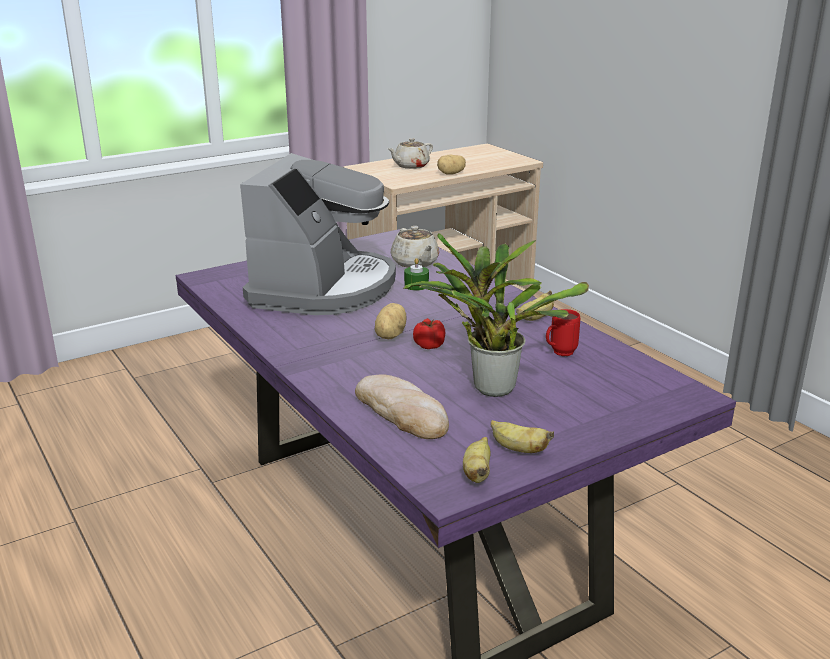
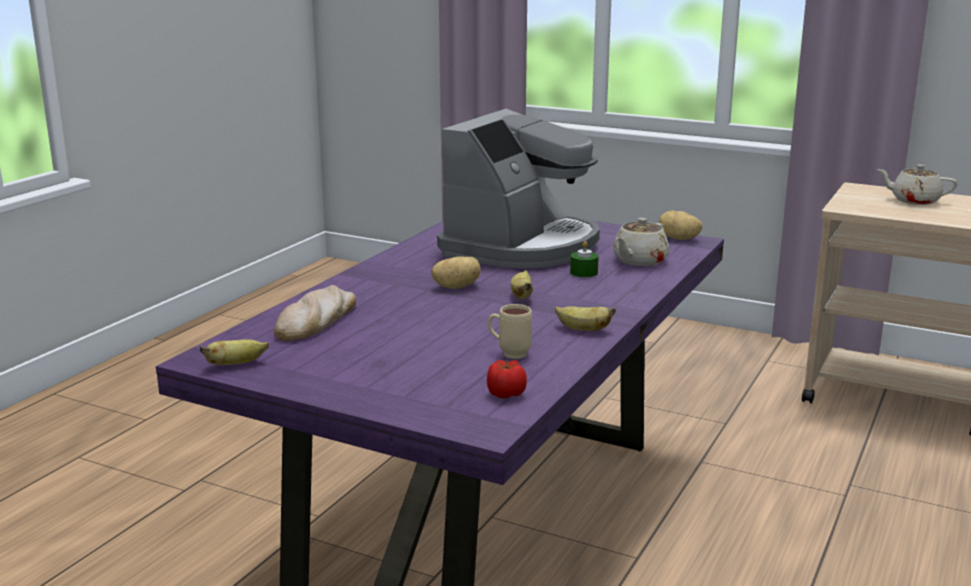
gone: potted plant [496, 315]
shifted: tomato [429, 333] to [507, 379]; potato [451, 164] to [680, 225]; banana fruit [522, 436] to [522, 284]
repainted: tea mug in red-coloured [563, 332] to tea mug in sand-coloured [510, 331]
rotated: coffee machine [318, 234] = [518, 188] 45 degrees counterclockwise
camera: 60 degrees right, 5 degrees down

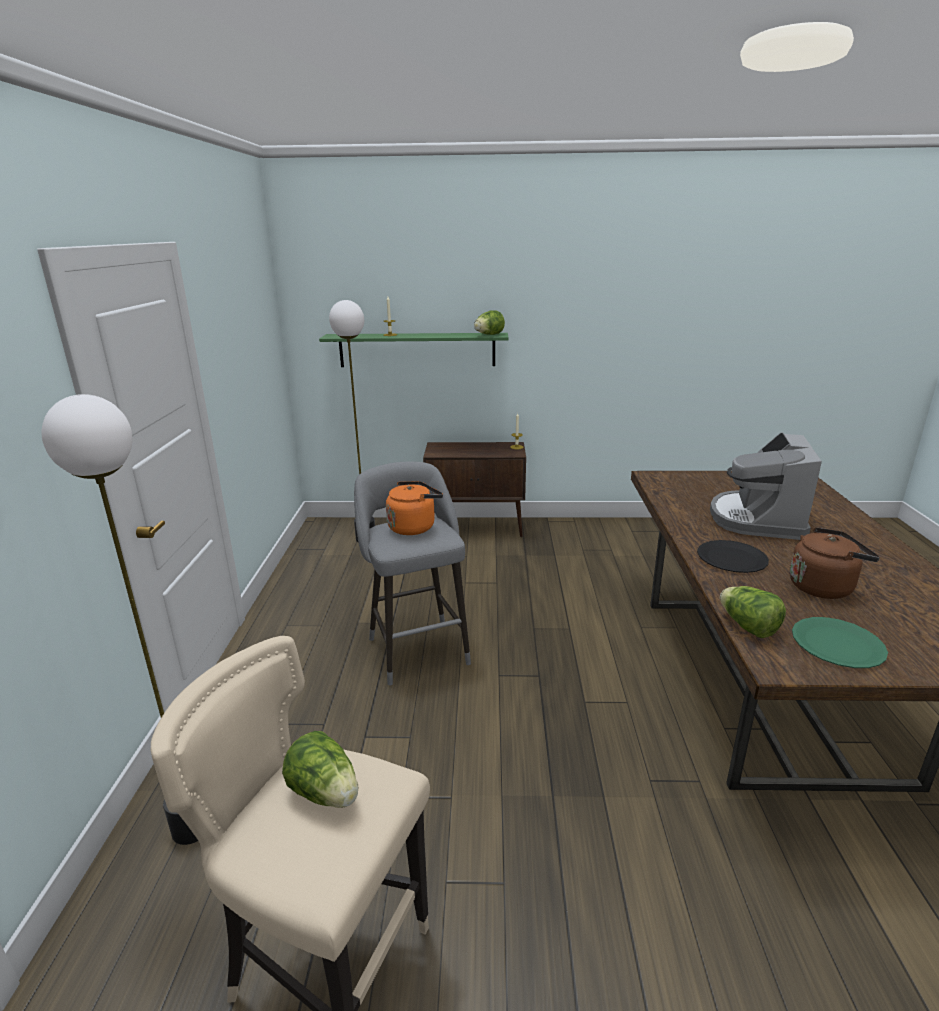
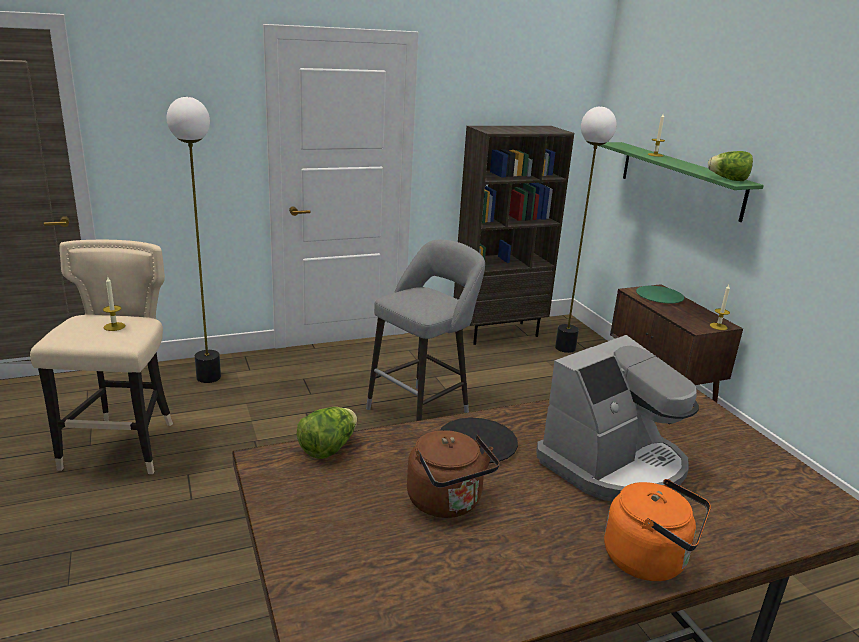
new: shelving unit in brownish [514, 235]
shifted: water kettle in orangey [414, 508] to [657, 530]; dinner plate in green [840, 642] to [660, 294]
swapped: lettuce head [320, 769] to wax light [114, 304]
rotated: coffee machine [766, 486] = [617, 418] 150 degrees clockwise
camera: 65 degrees right, 0 degrees up

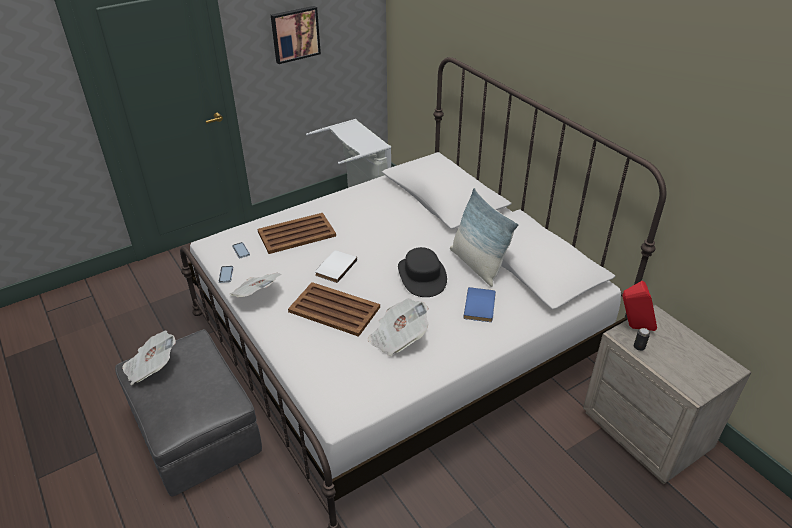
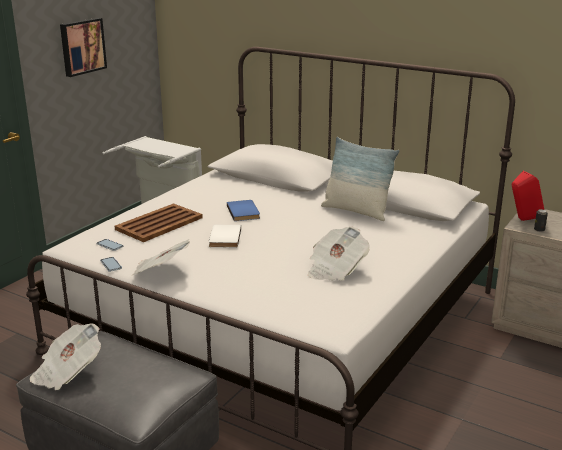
gone: carrying tray in brownish [334, 309]; clothing hat in black [422, 272]
shifted: bound book in blue-coloured [479, 304] to [243, 210]
camera: 25 degrees left, 15 degrees down

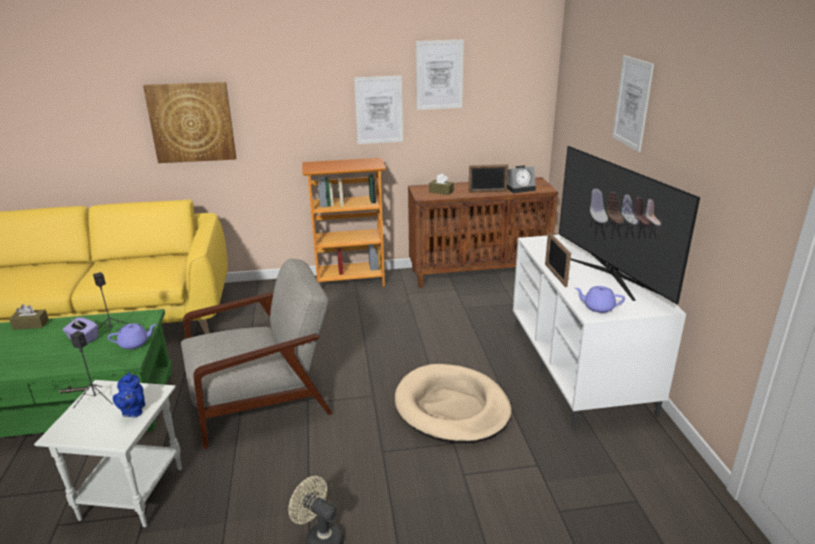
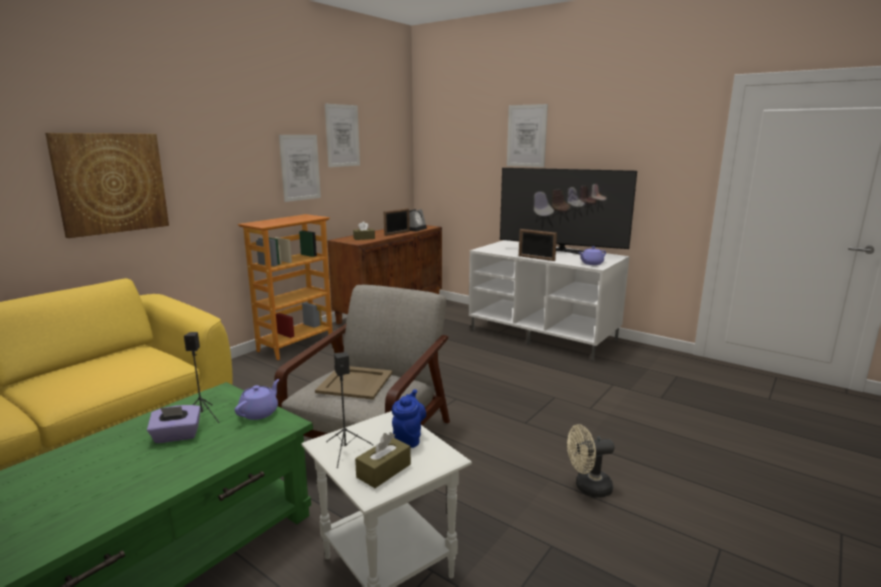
gone: pet bed in sand-coloured [453, 403]
new: carrying tray in sand-coloured [354, 383]
shifted: tissue box in brownish [29, 317] to [383, 460]
rotated: pot for tea in blue-coloured [129, 394] = [409, 418] 120 degrees counterclockwise
camera: 45 degrees left, 10 degrees down

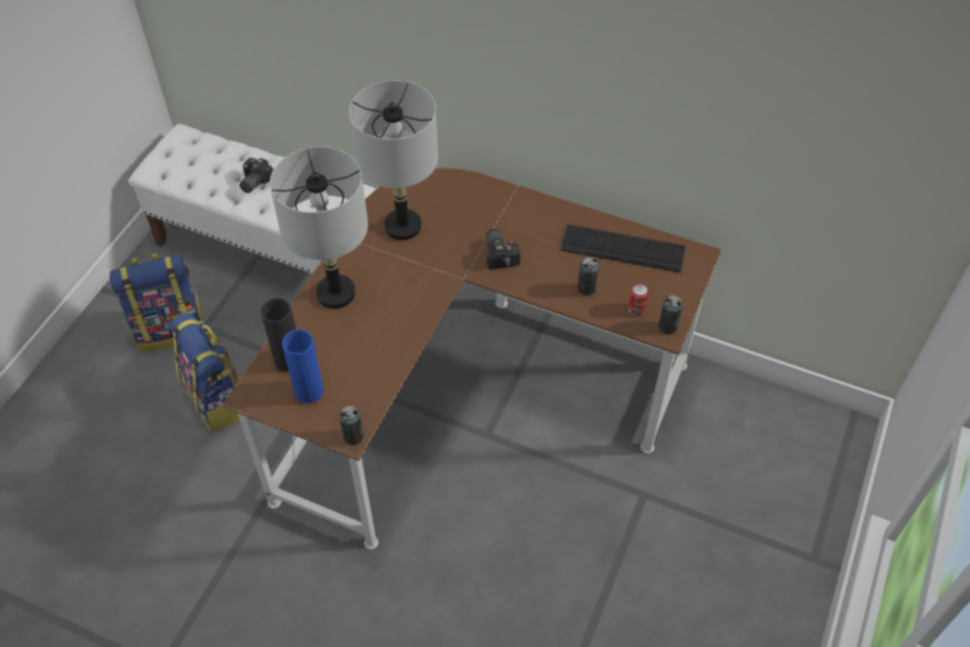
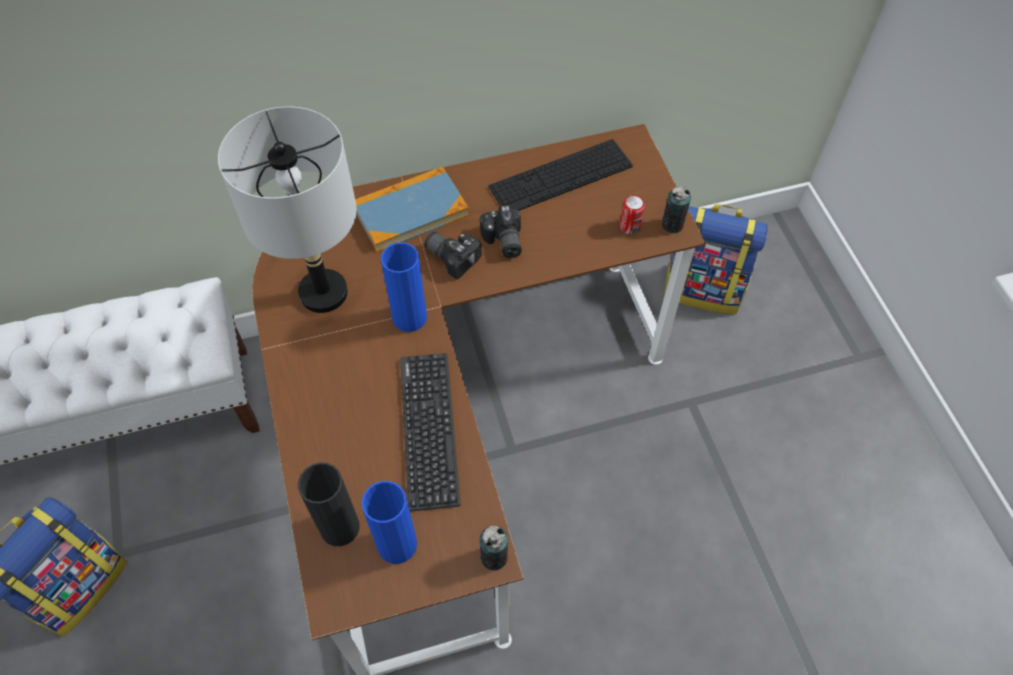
gone: lamp for a table in gray [319, 228]; sealed can [588, 276]
new: bound book [412, 209]; vase in blue-coloured [404, 287]; keyboard [430, 432]
shifted: rucksack [205, 373] to [716, 259]; photo camera [256, 175] to [501, 231]
camera: 40 degrees left, 5 degrees up

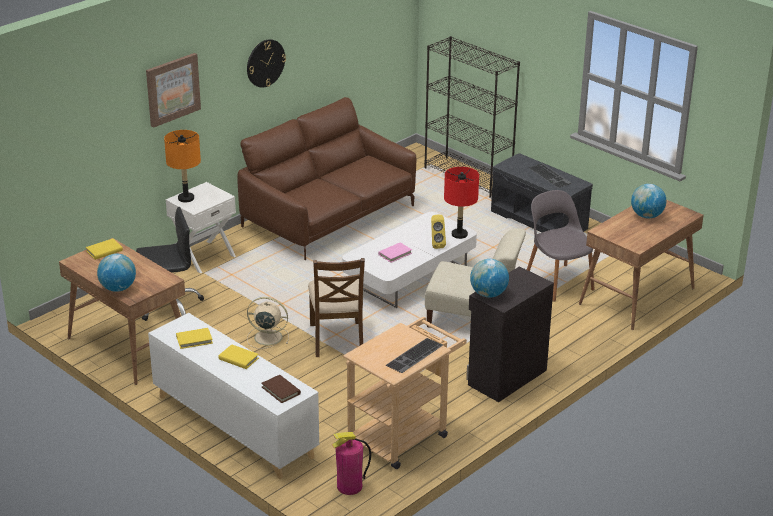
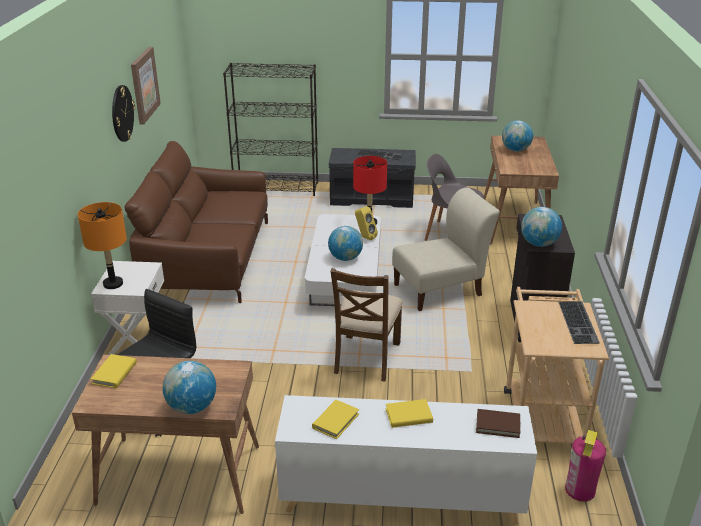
gone: cooling fan in sand-coloured [268, 323]
shifted: wall picture [173, 90] to [146, 86]
swapped: bound book in pink [395, 253] to desk globe [345, 243]
rotated: plain chair in brownish [336, 307] = [367, 325] 60 degrees clockwise
camera: 40 degrees left, 0 degrees up

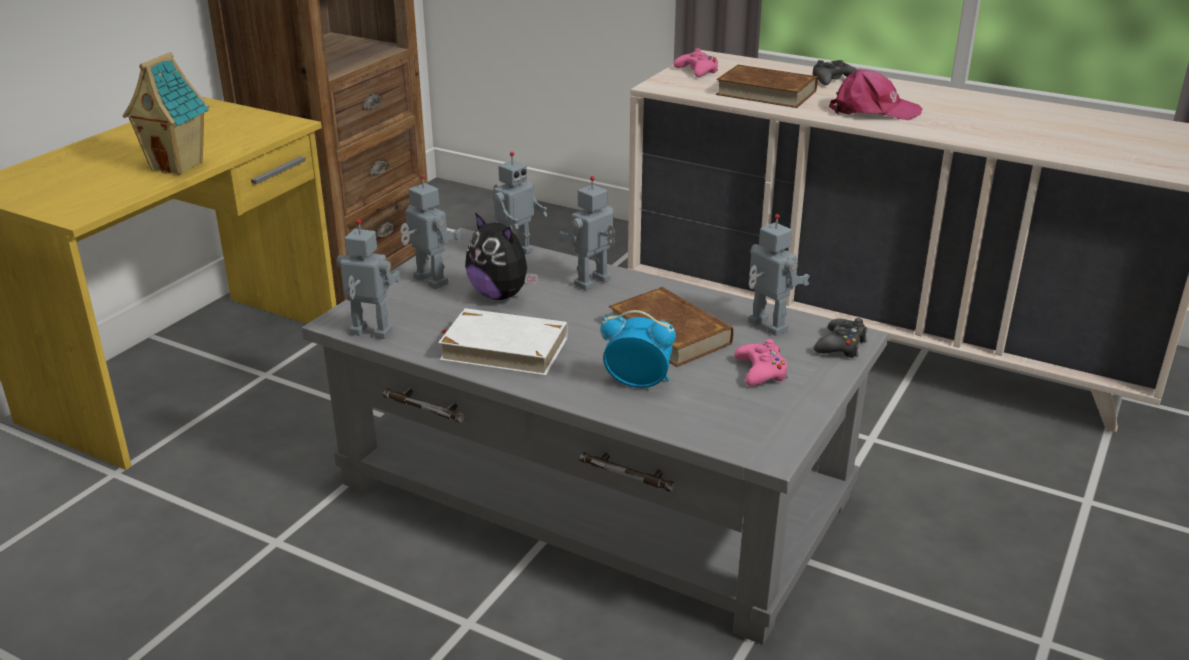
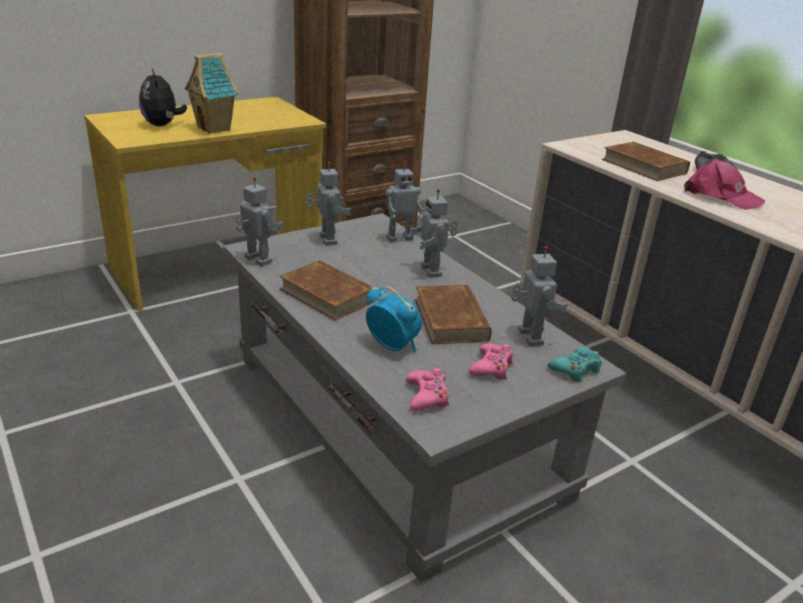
shifted: plush toy [502, 256] to [163, 96]; joypad in pink [695, 62] to [427, 389]
repainted: bound book in whitish [502, 342] to bound book in brownish [326, 290]; joypad in black [840, 338] to joypad in blue-green [575, 364]
rotated: model robot [586, 233] = [433, 233] 90 degrees counterclockwise
camera: 25 degrees right, 0 degrees up

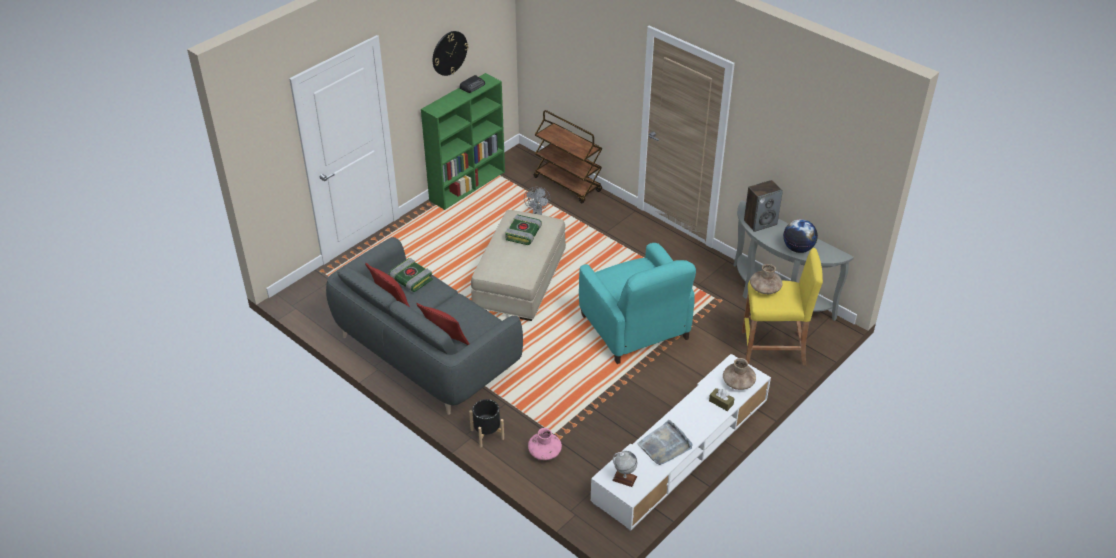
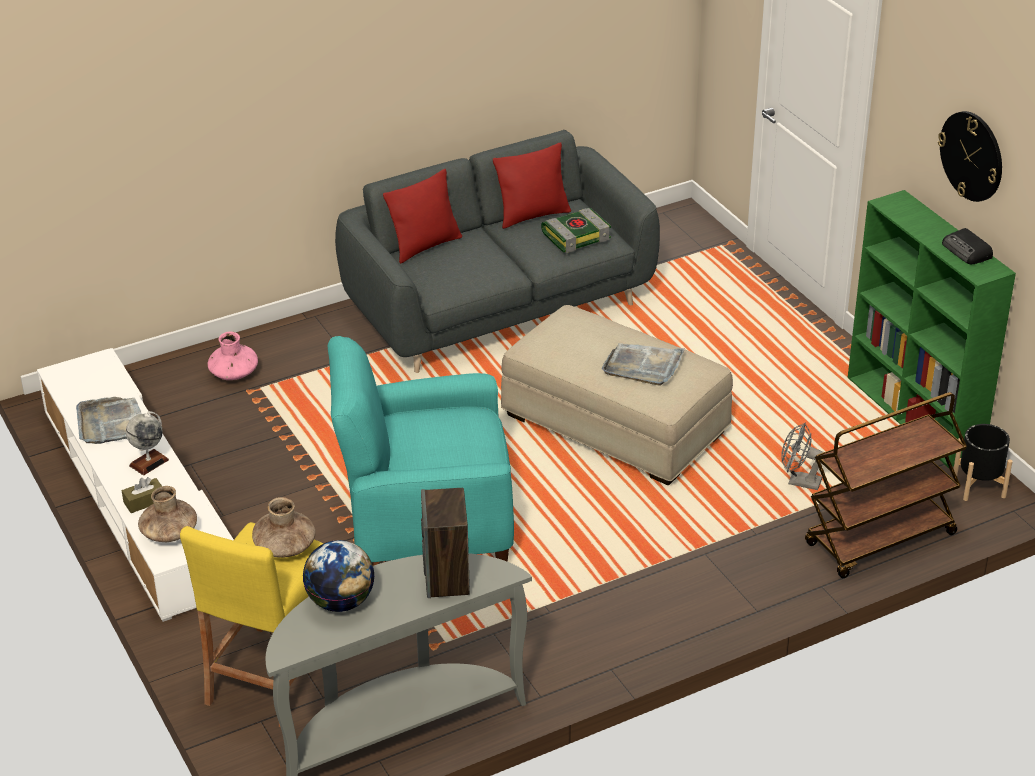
shifted: plant pot in black [486, 423] to [983, 462]; desk globe [624, 469] to [147, 443]
swapped: bound book [523, 229] to carrying tray in gray [643, 364]
camera: 110 degrees right, 5 degrees down

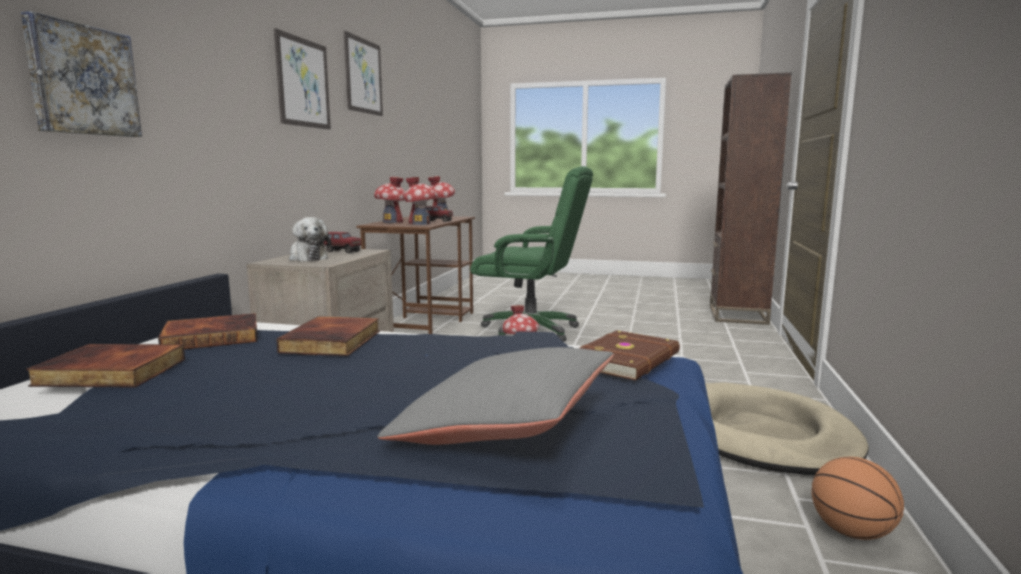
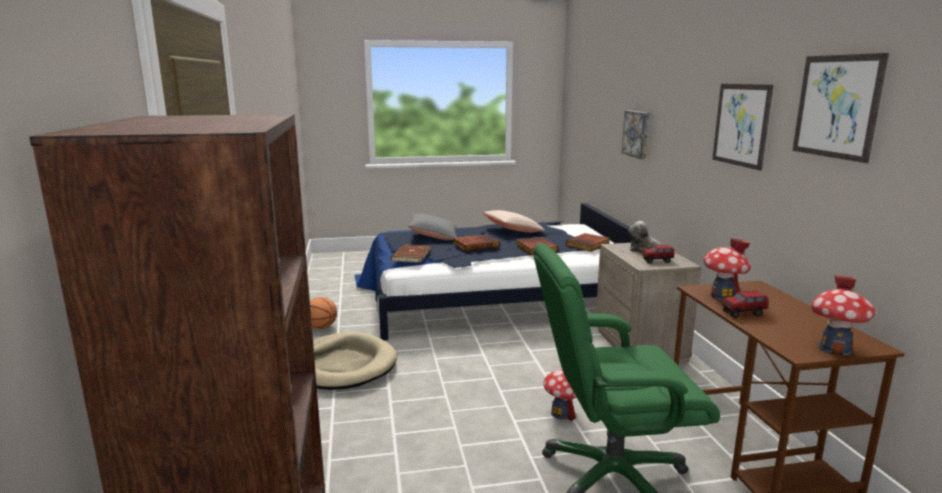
gone: miniature house [389, 200]
new: cushion in sand-coloured [514, 221]
shifted: bound book [105, 366] to [476, 243]
camera: 155 degrees right, 5 degrees up

